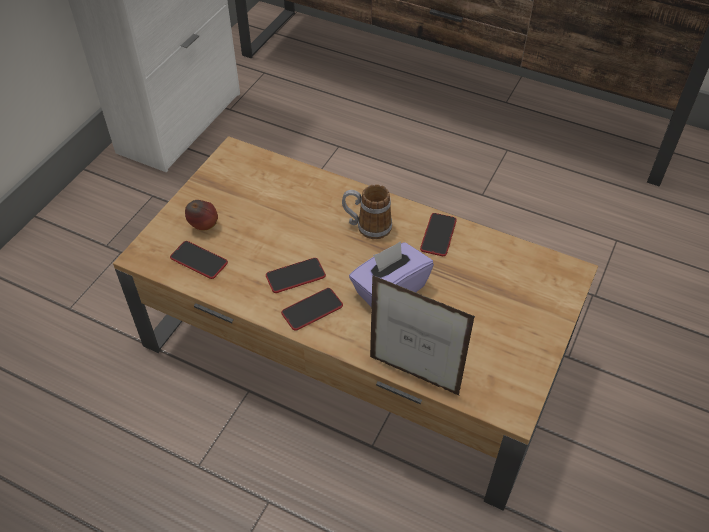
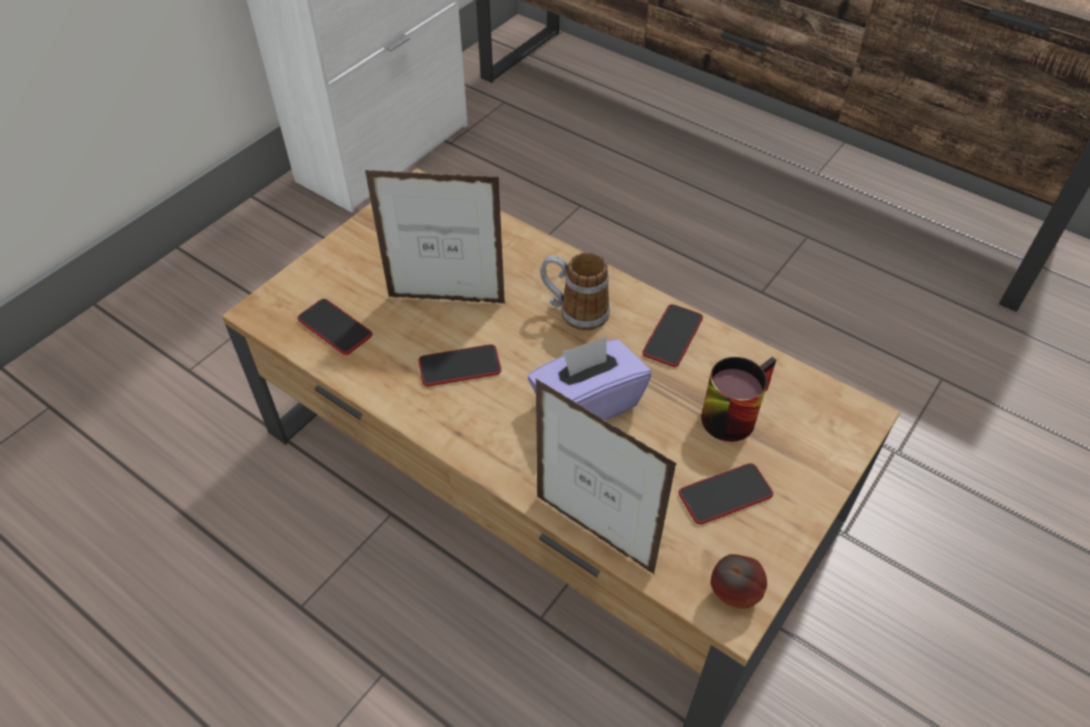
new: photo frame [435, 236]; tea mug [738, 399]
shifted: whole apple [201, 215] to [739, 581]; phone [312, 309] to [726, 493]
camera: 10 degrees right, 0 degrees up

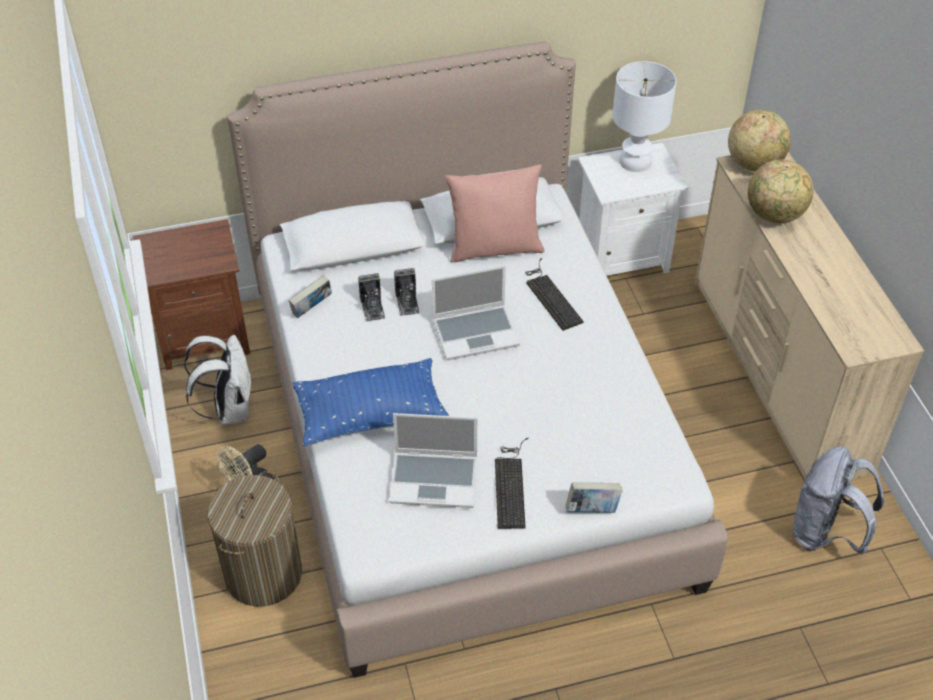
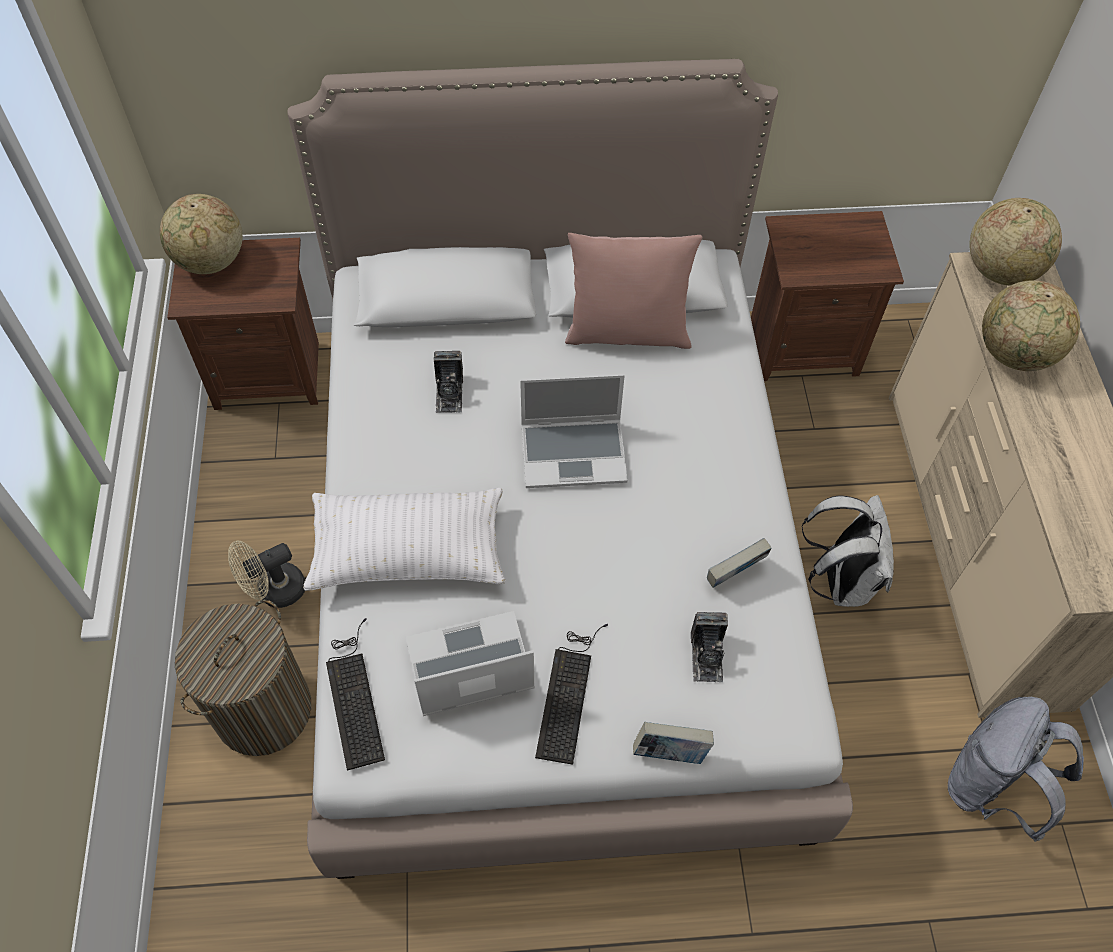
gone: lamp for a table in whitish [644, 116]
new: desk globe [201, 234]
shifted: rucksack in whitish [218, 380] to [847, 551]; bound book [310, 297] to [739, 563]; photo camera [406, 292] to [709, 647]; keyboard [554, 294] to [355, 694]
repainted: cushion in blue-coloured [371, 402] to cushion in whitish [404, 539]; bedside table in whitish [633, 209] to bedside table in brownish [827, 296]
rotated: notebook computer [433, 460] = [470, 663] 150 degrees clockwise
camera: 10 degrees right, 10 degrees up

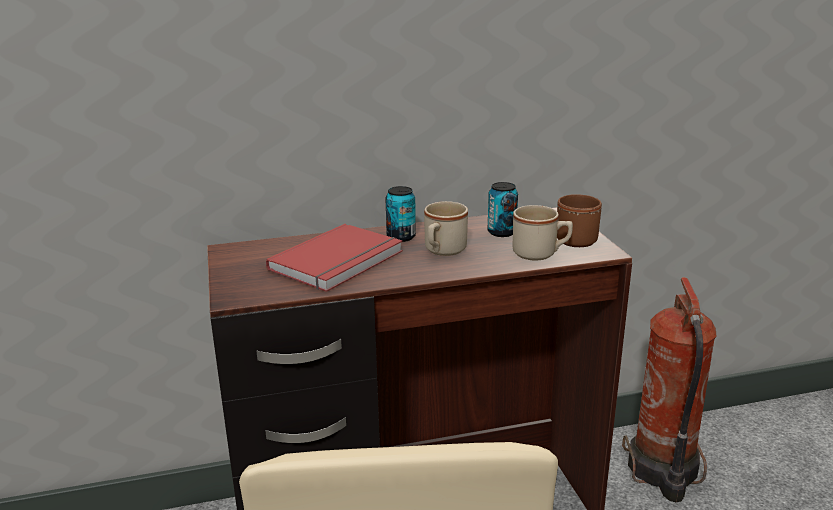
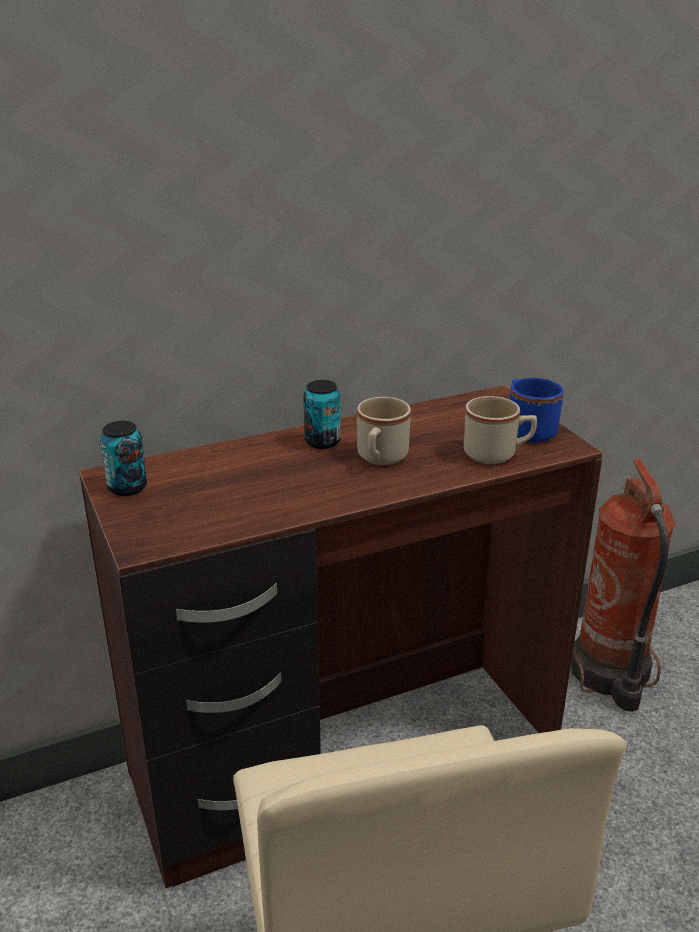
gone: bound book in red-coloured [334, 258]
shifted: sealed can [503, 209] to [123, 458]
repainted: tea mug in brownish [579, 220] to tea mug in blue-coloured [537, 410]
camera: 10 degrees left, 5 degrees up

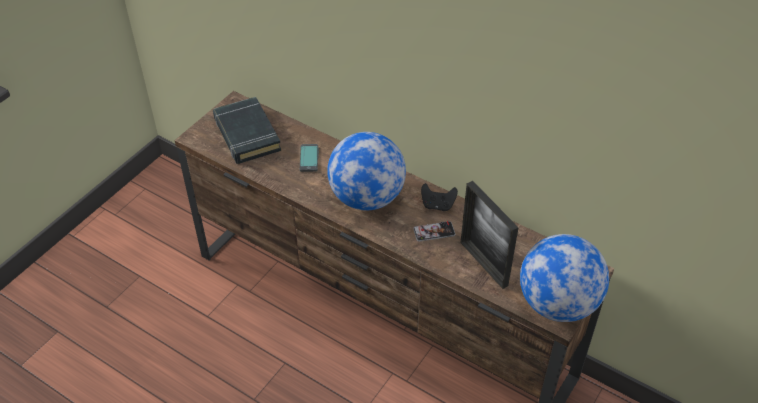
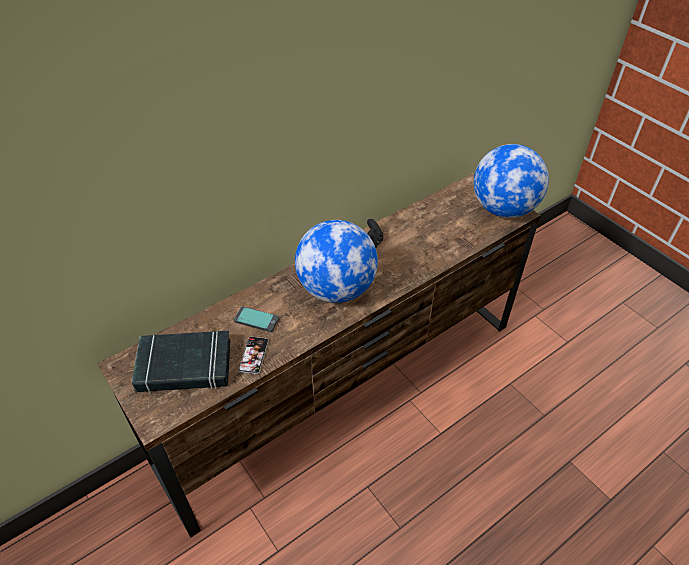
gone: photo frame [489, 235]
shifted: phone [434, 231] to [253, 355]
camera: 70 degrees left, 0 degrees up

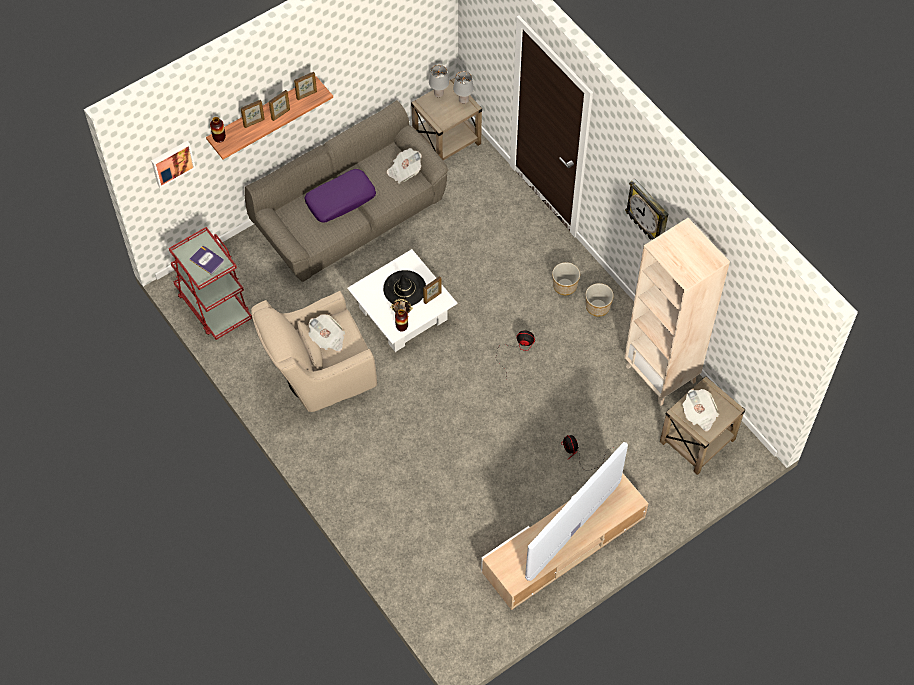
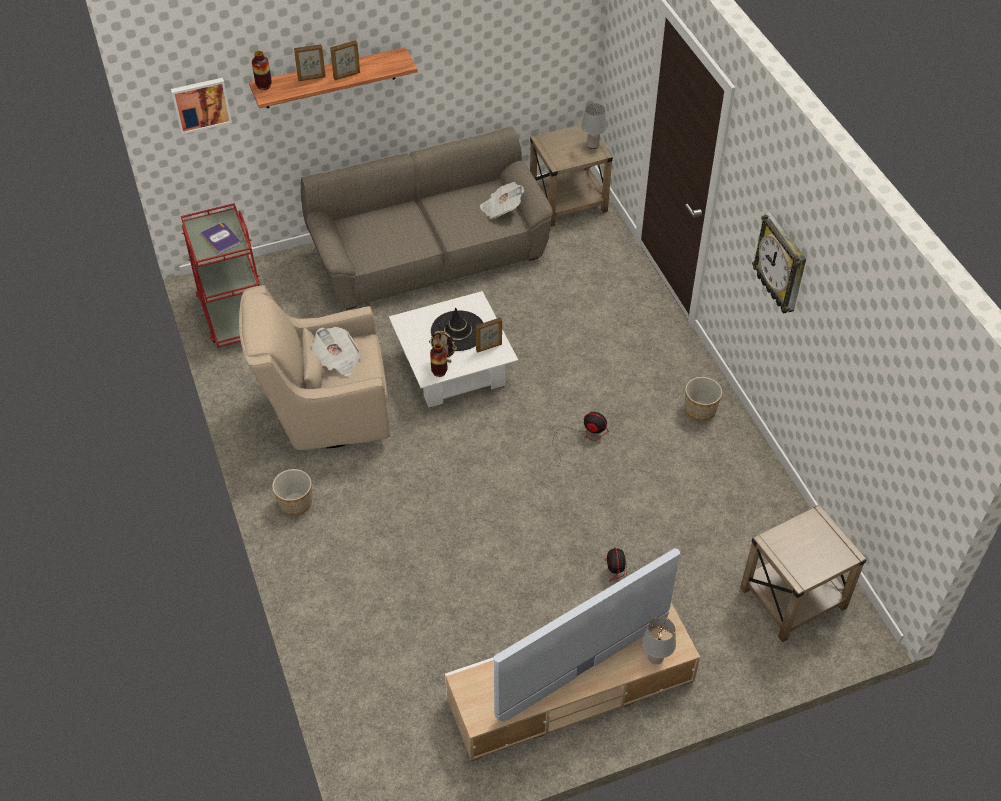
gone: photo frame [305, 86]; cushion in purplish [340, 195]; shelving unit in sand-coloured [677, 312]; daily paper [701, 410]
shifted: lamp for a table in gray [439, 81] to [659, 641]; plant pot [566, 278] to [292, 492]
camera: 15 degrees right, 10 degrees down

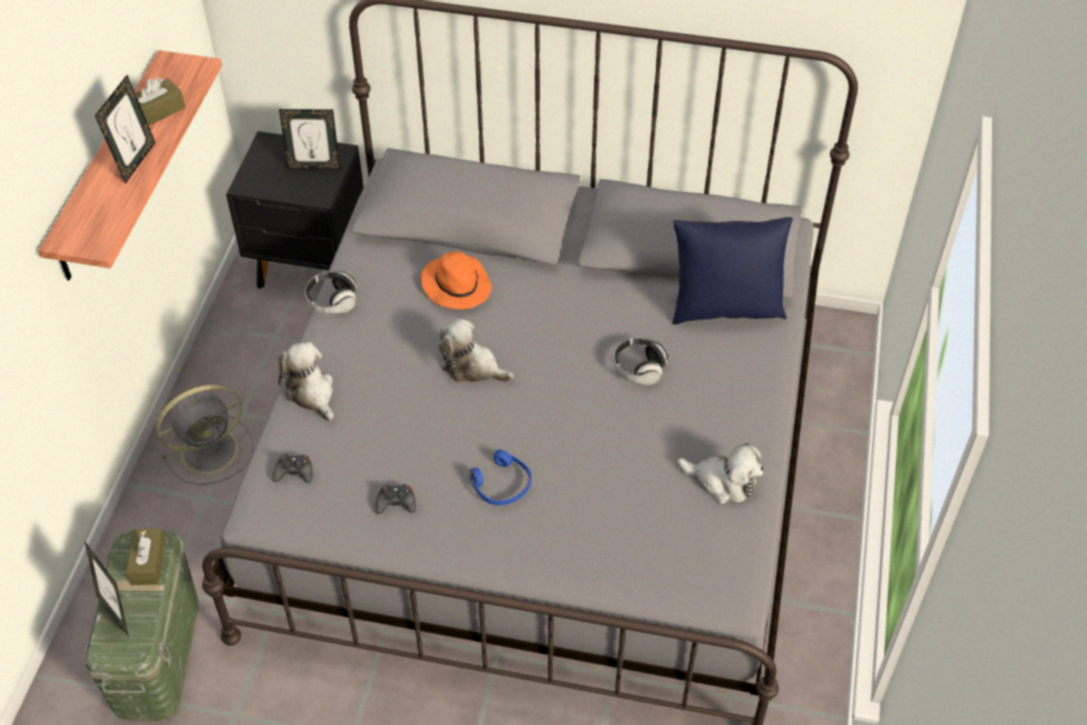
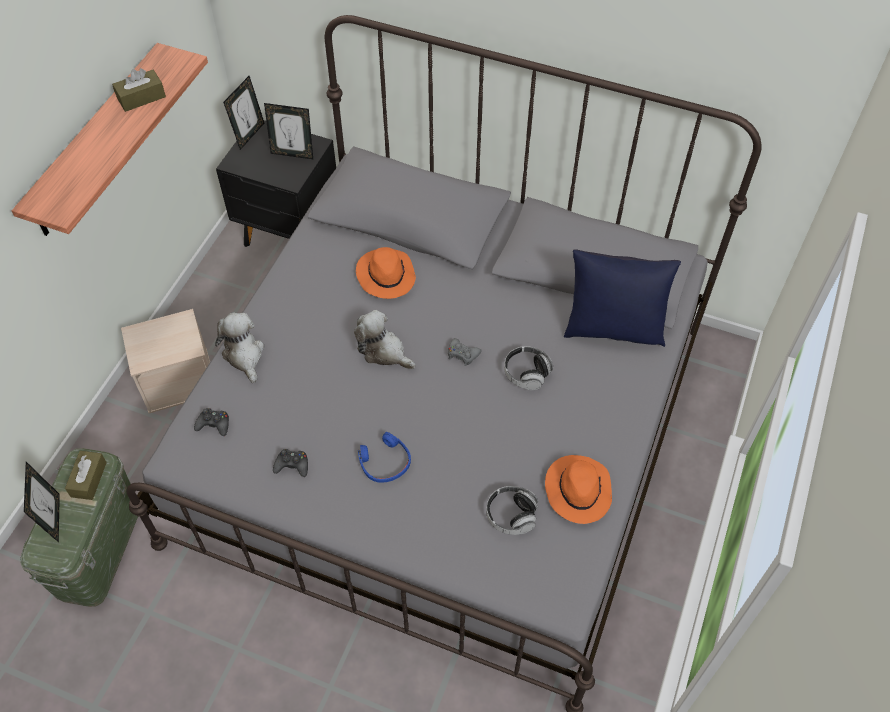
new: joypad in gray [465, 352]
shifted: photo frame [125, 129] to [243, 113]; headset [331, 292] to [512, 510]
swapped: cooling fan in gray [205, 435] to storage container in sand-coloured [165, 361]; plush toy [720, 473] to clothing hat in orangey [578, 489]
camera: 10 degrees right, 5 degrees up

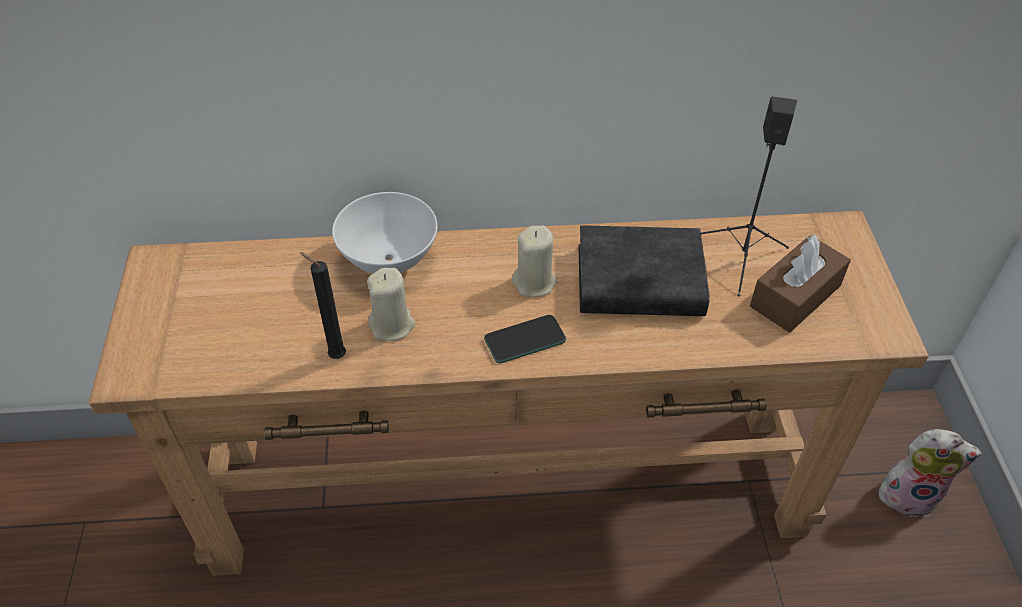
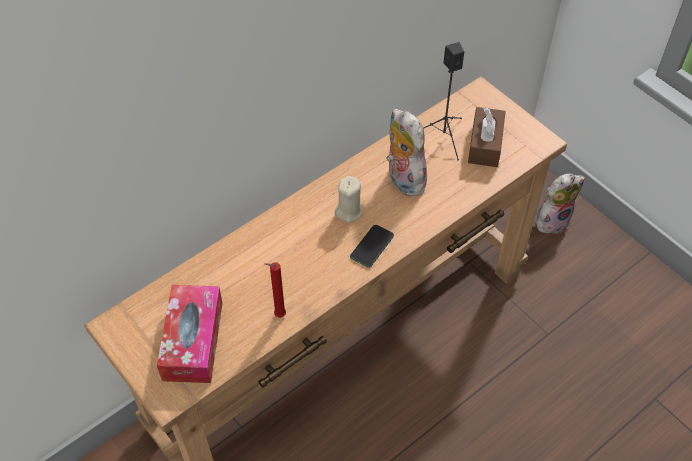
gone: serving bowl in whitish [384, 233]; wax light in sand-coloured [391, 304]
new: tissue box [190, 334]
swapped: bound book in black [644, 270] to plush toy [407, 152]
repainted: wax light in black [323, 305] to wax light in red-coloured [275, 289]
camera: 35 degrees left, 5 degrees up

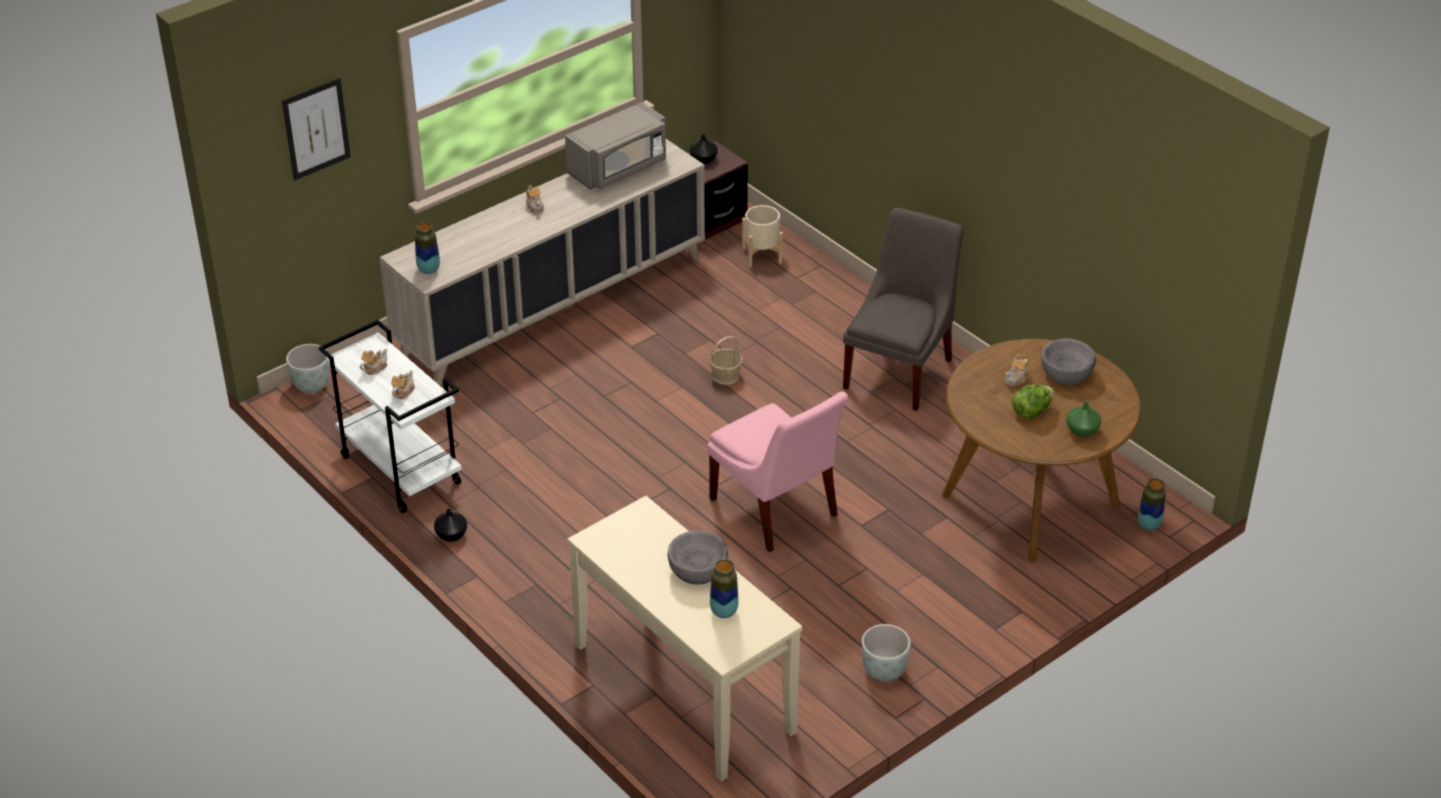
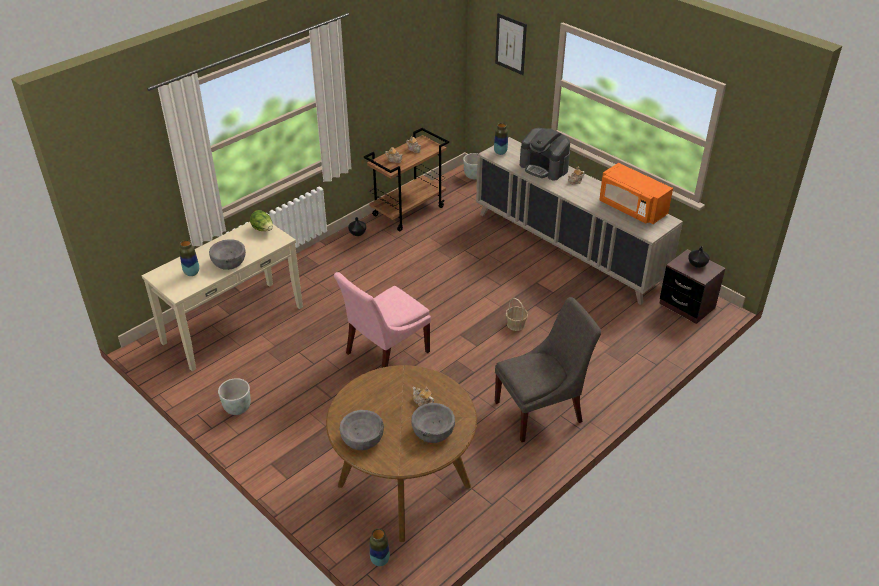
gone: plant pot in sand-coloured [762, 236]
new: coffee machine [545, 154]
shifted: lettuce head [1033, 401] to [261, 220]
swapped: vase in green [1083, 419] to serving bowl in gray [362, 430]
repainted: cart in whitish [390, 416] to cart in brownish [406, 179]; kitchen microwave in gray [615, 145] to kitchen microwave in orangey [636, 193]
rotated: plain chair in gray [903, 309] = [548, 369] 45 degrees counterclockwise
camera: 85 degrees right, 0 degrees up

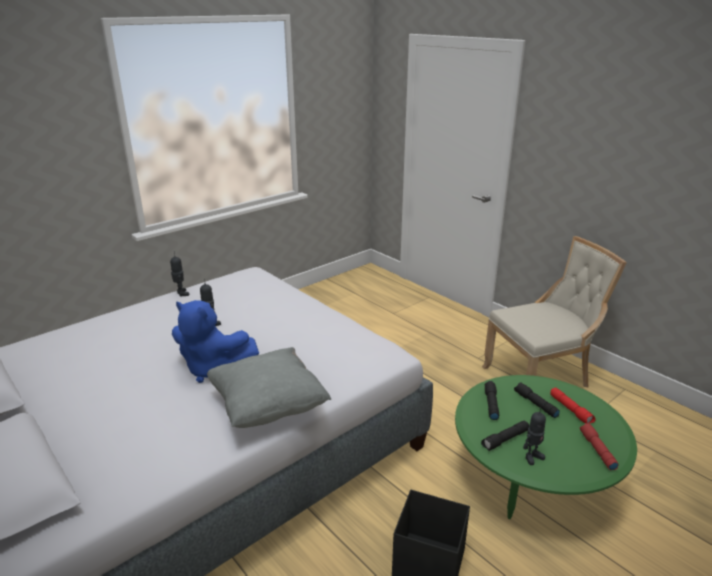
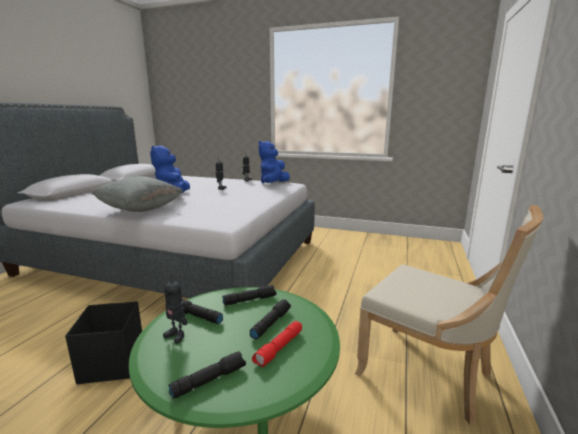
new: plush toy in blue-coloured [274, 162]
repainted: torch in red-coloured [599, 446] to torch in black [207, 375]
camera: 60 degrees right, 10 degrees down

